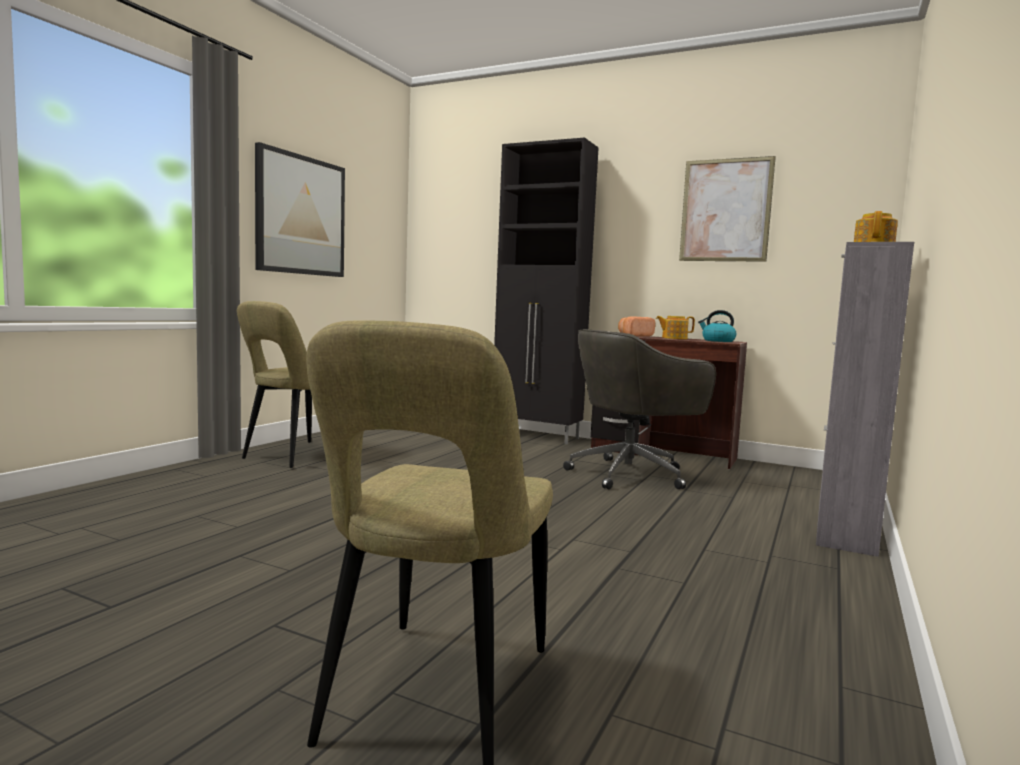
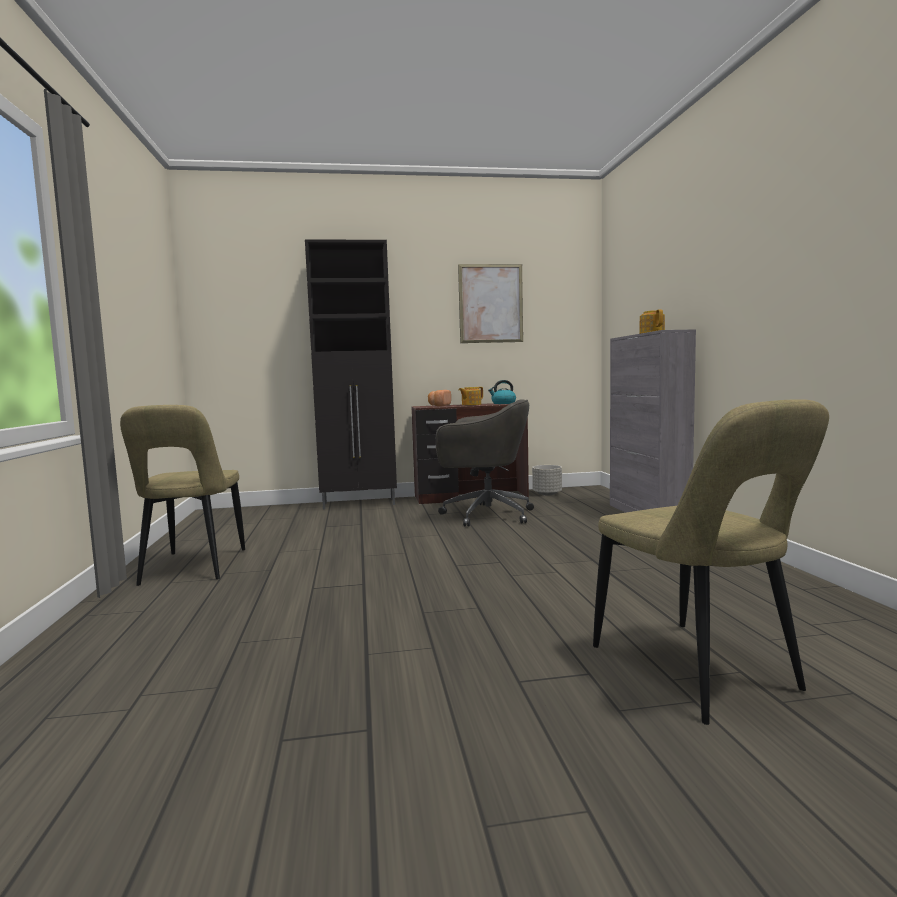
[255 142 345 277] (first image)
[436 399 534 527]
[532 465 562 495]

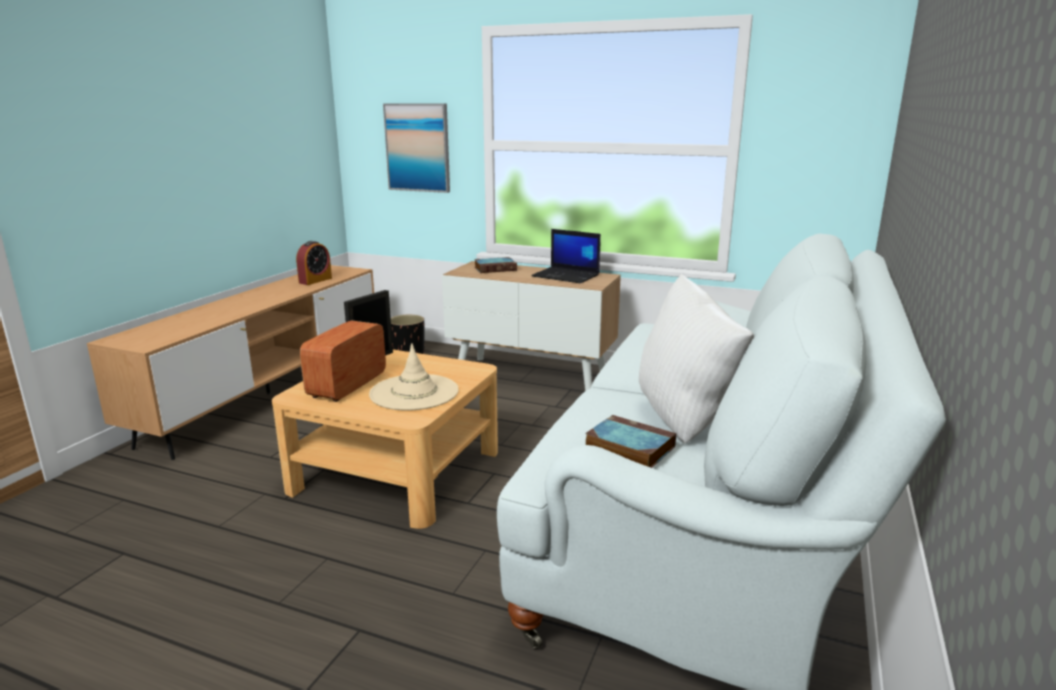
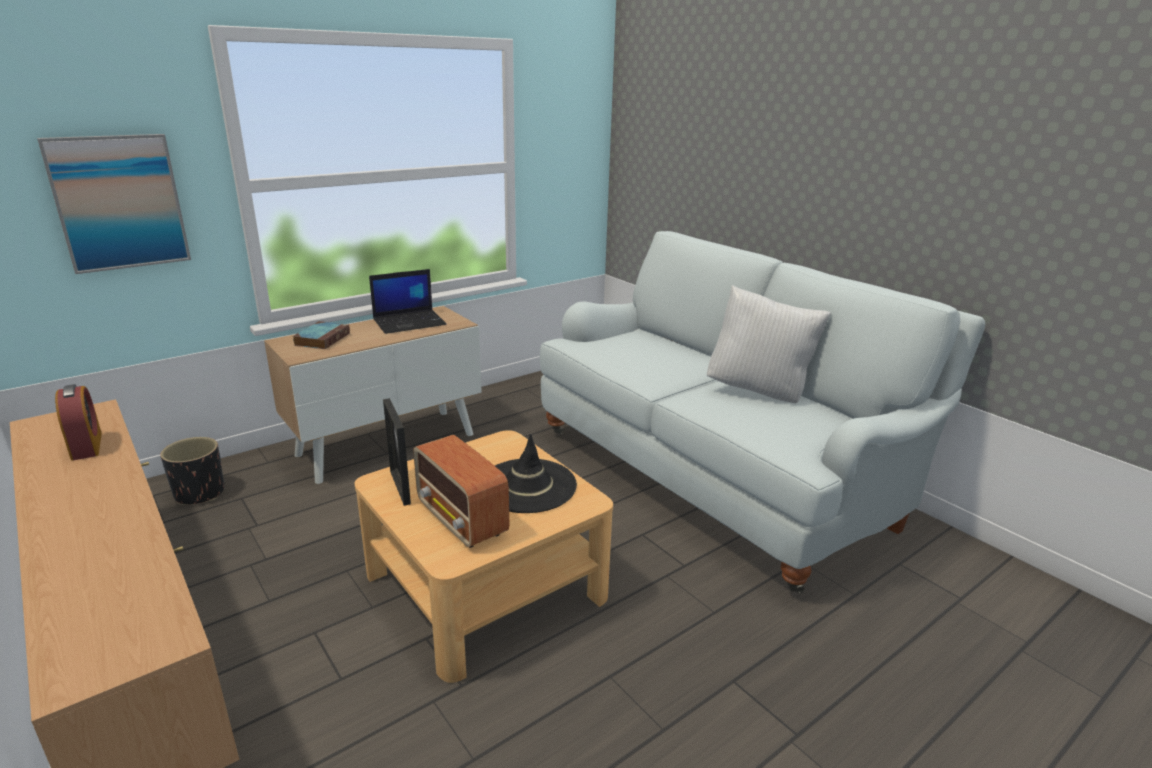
[495 434 577 513]
[585 415 676 468] (first image)

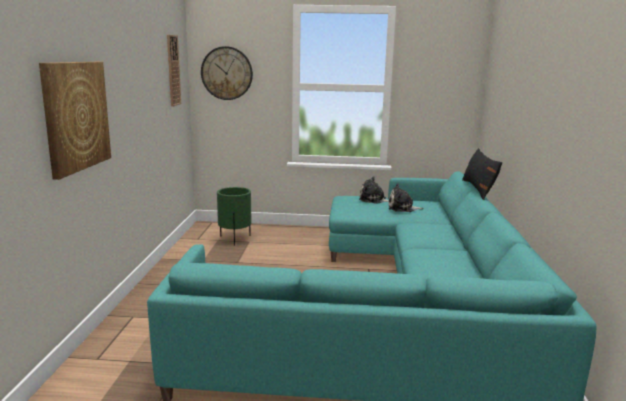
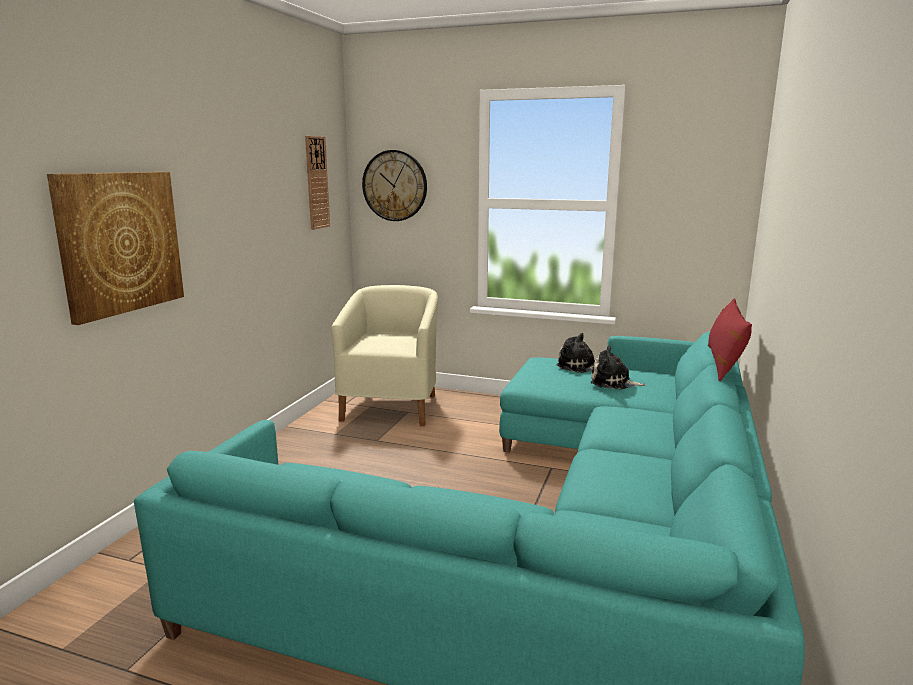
[331 285 438 426]
[708 298 752 381]

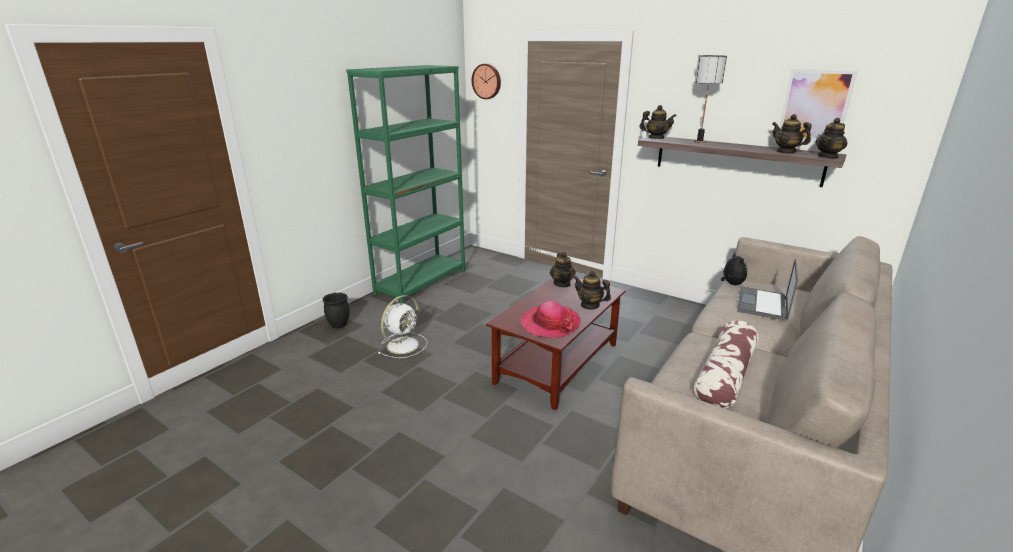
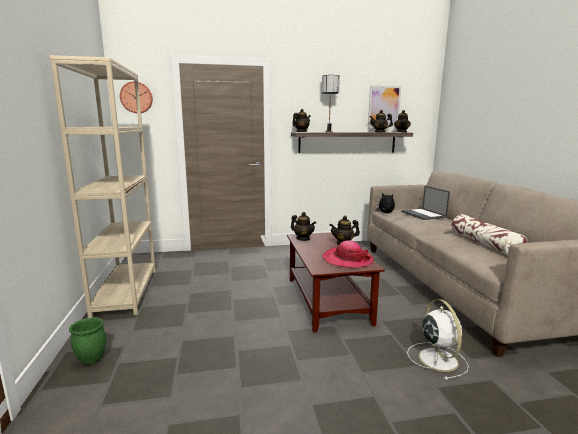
[69 317 106 365]
[49 55 156 318]
[407 299 469 380]

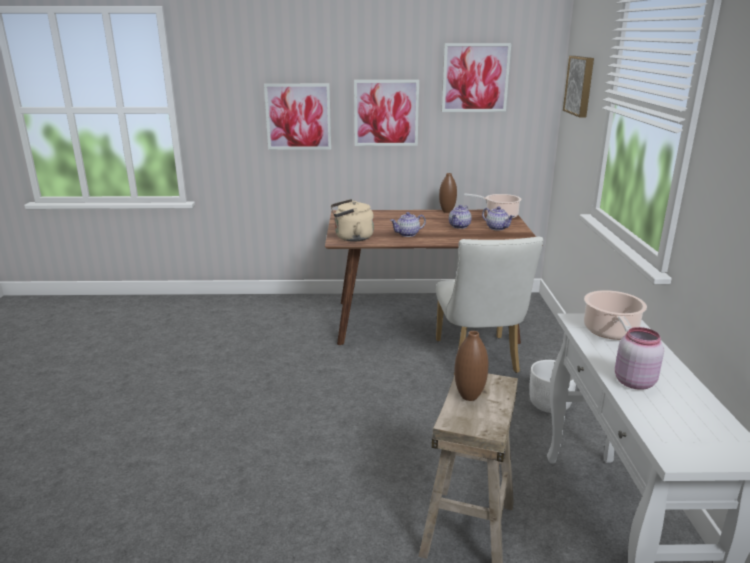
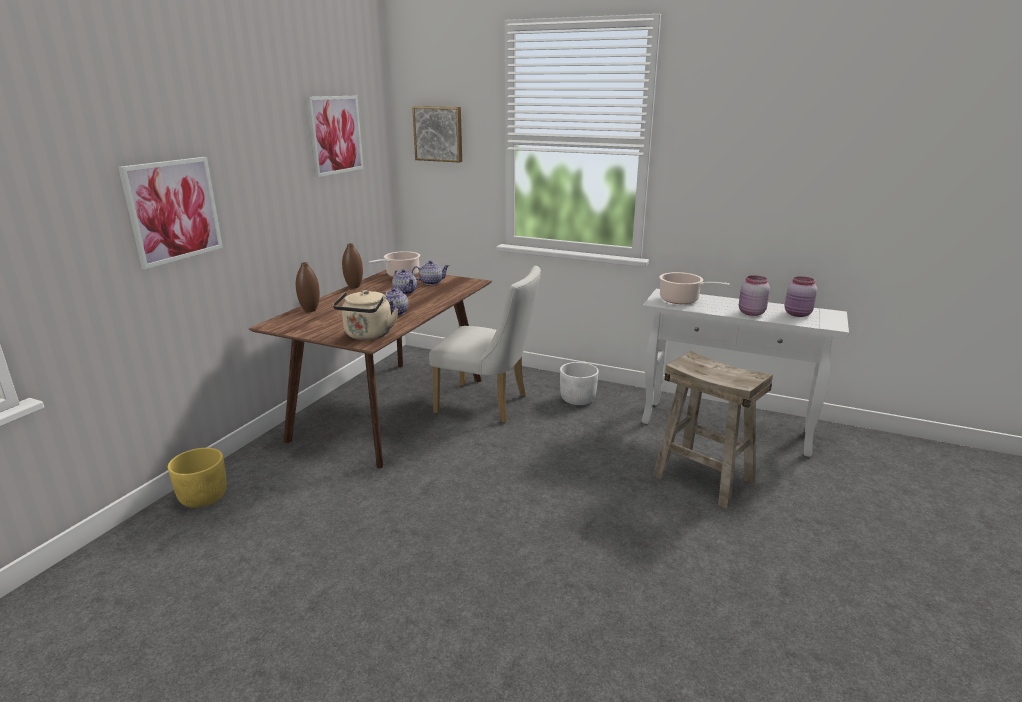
[354 80 419 146] (first image)
[296 262 320 312]
[168 448 227 508]
[785 276 817 317]

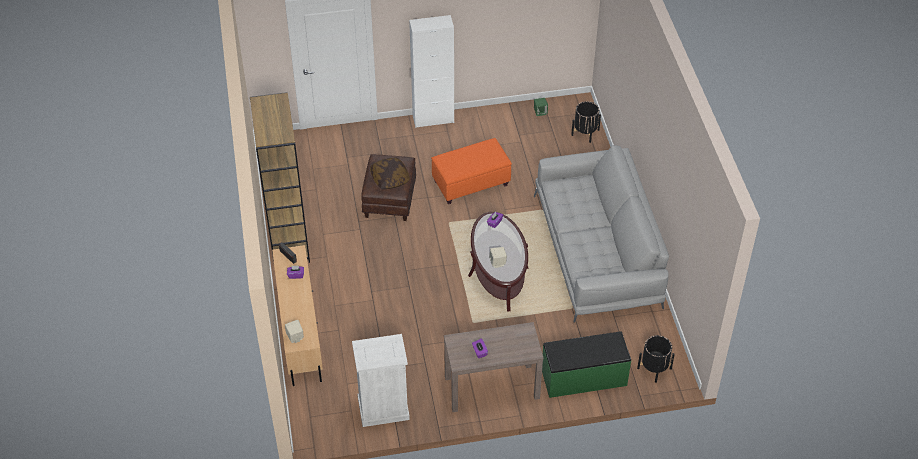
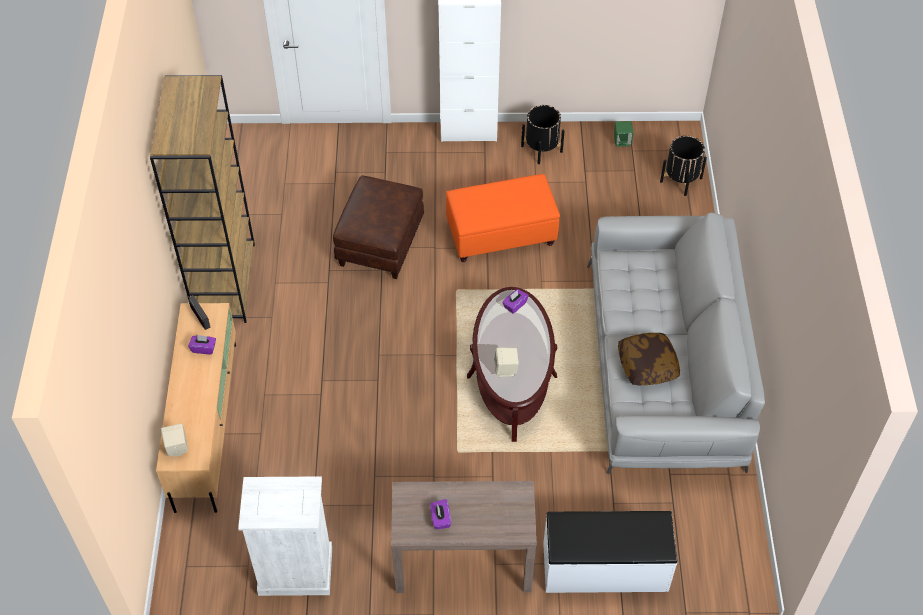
[618 333 680 385]
[543 511 677 593]
[521 105 565 164]

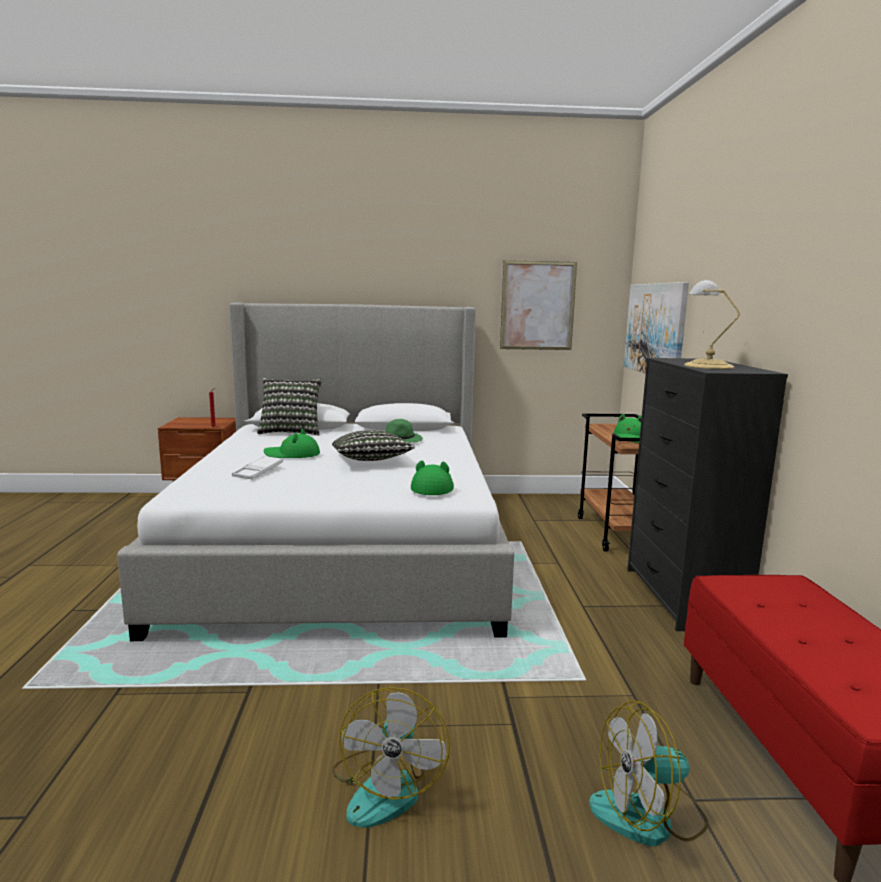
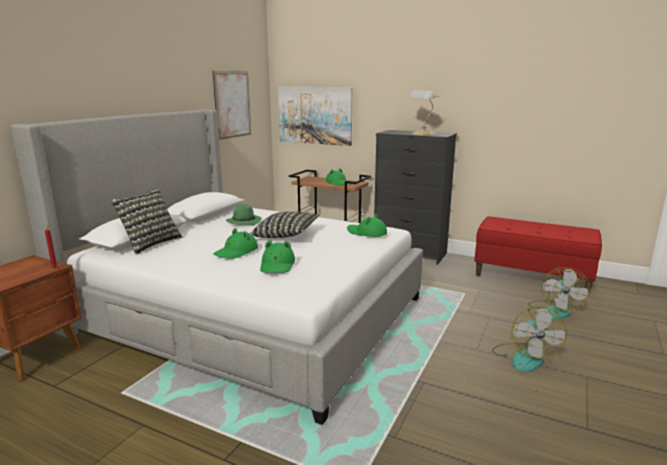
[260 240 295 273]
[492 307 567 372]

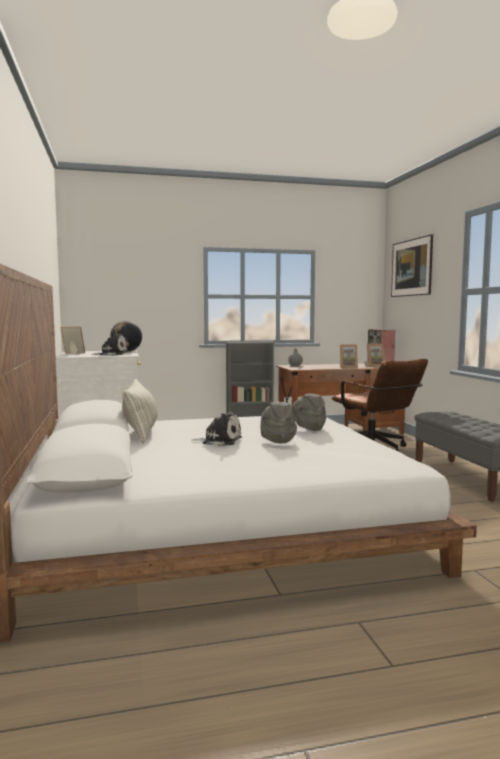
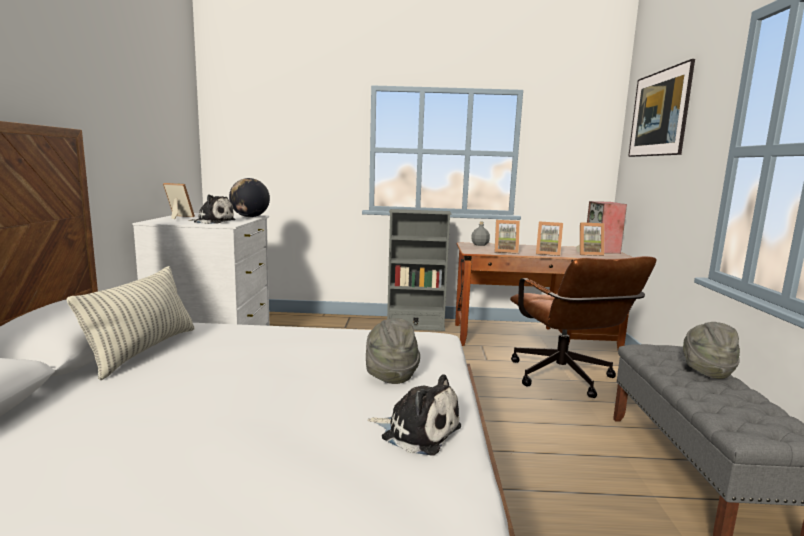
[368 374 461 455]
[683 322 740 379]
[495 220 520 254]

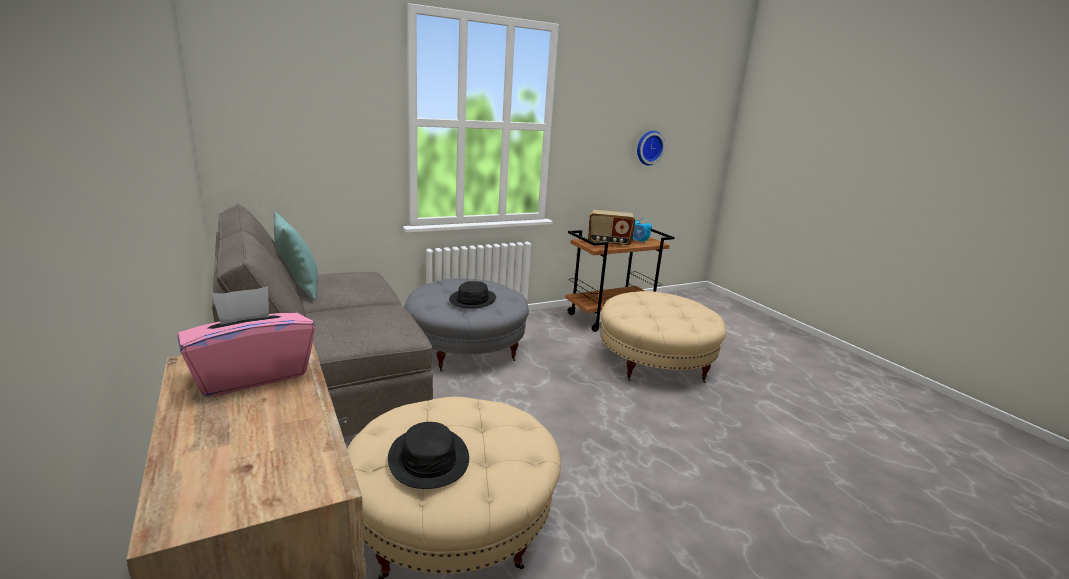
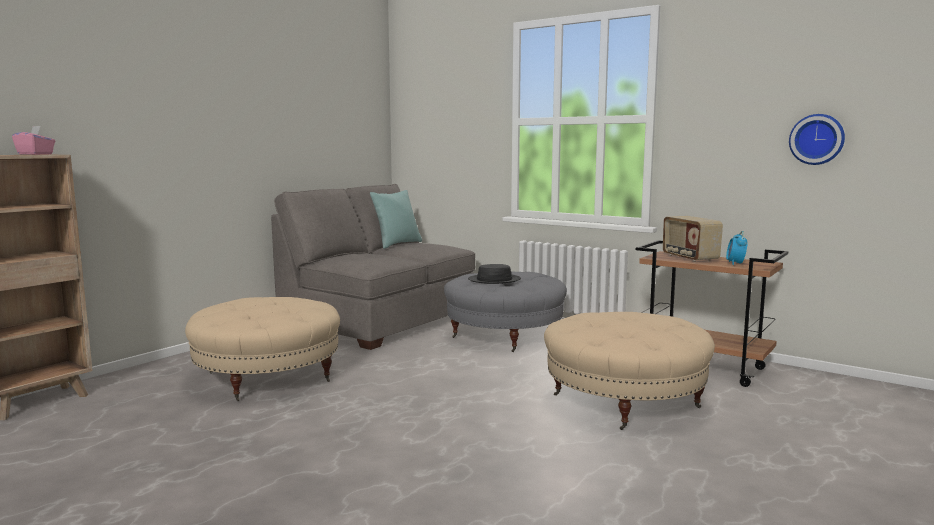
[388 422 469 489] (first image)

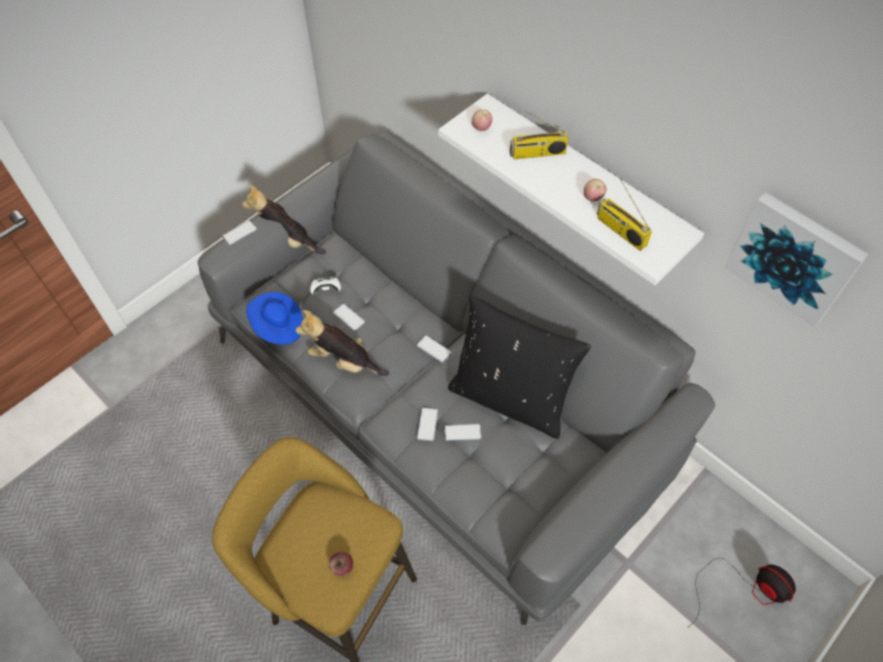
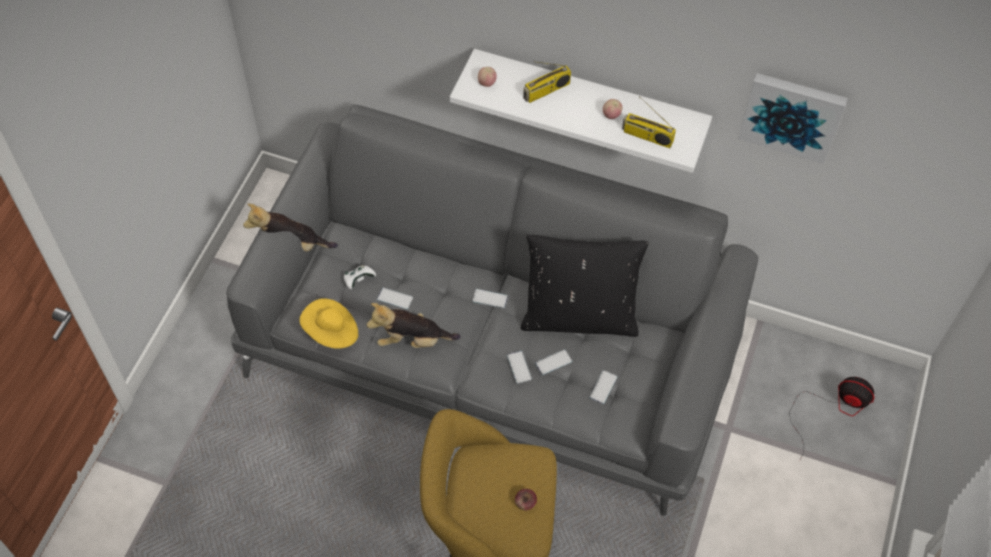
[589 370 617 404]
[299 298 358 349]

